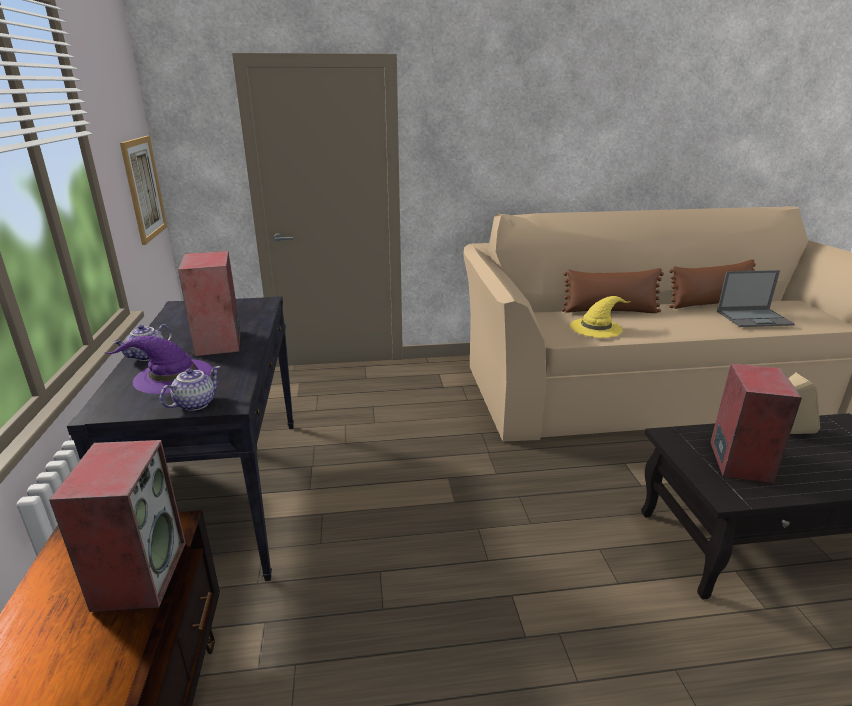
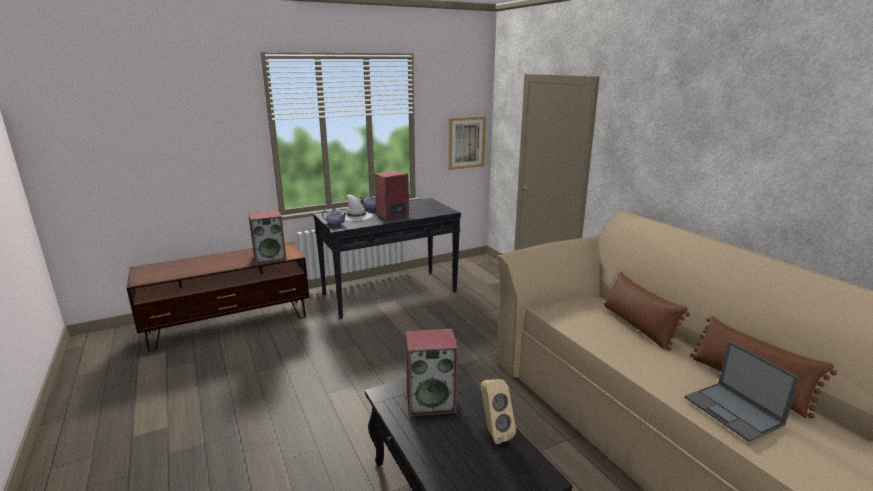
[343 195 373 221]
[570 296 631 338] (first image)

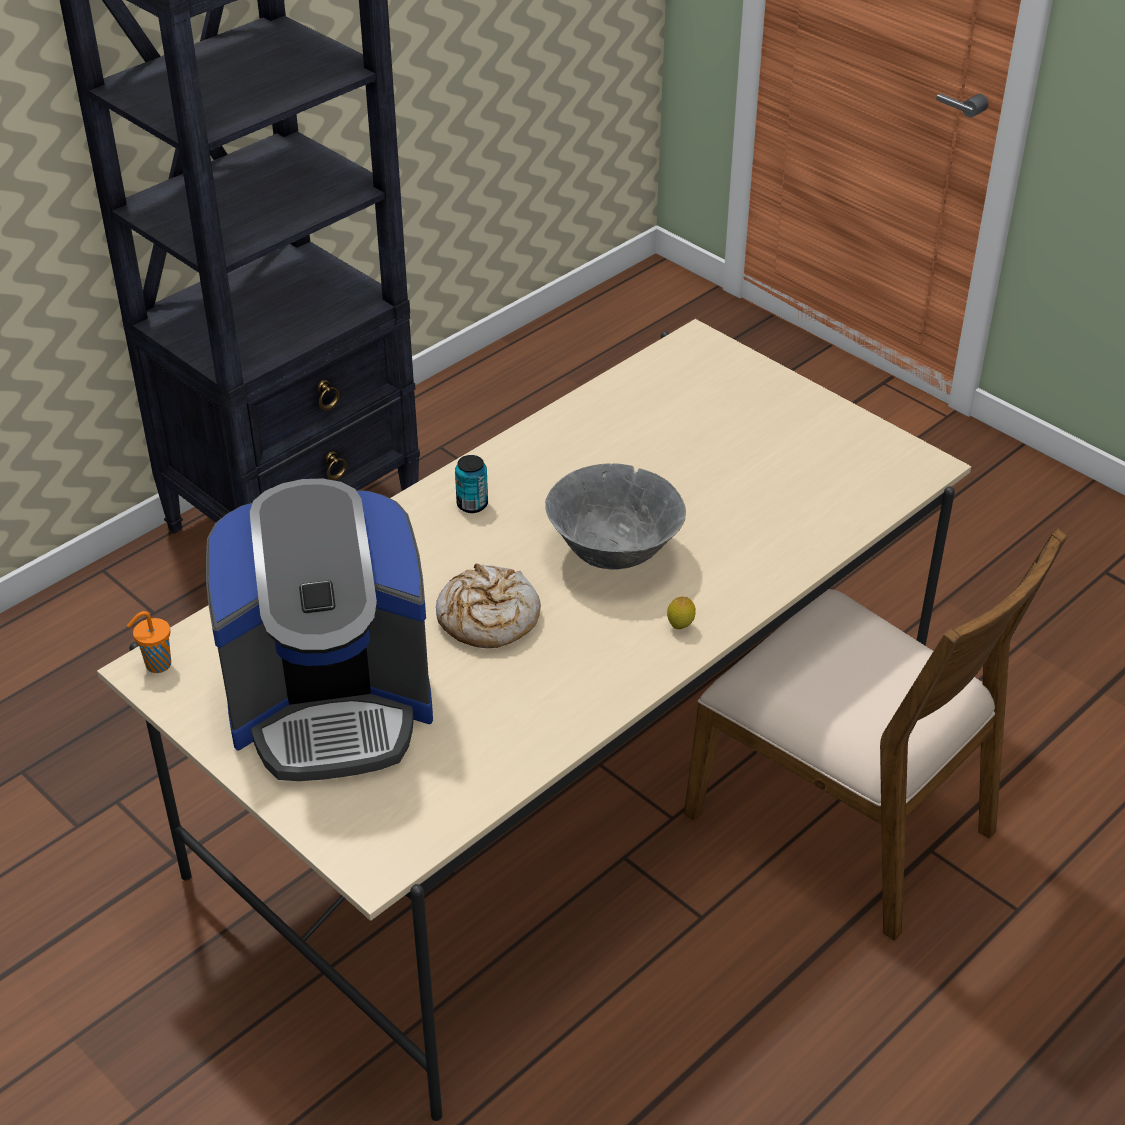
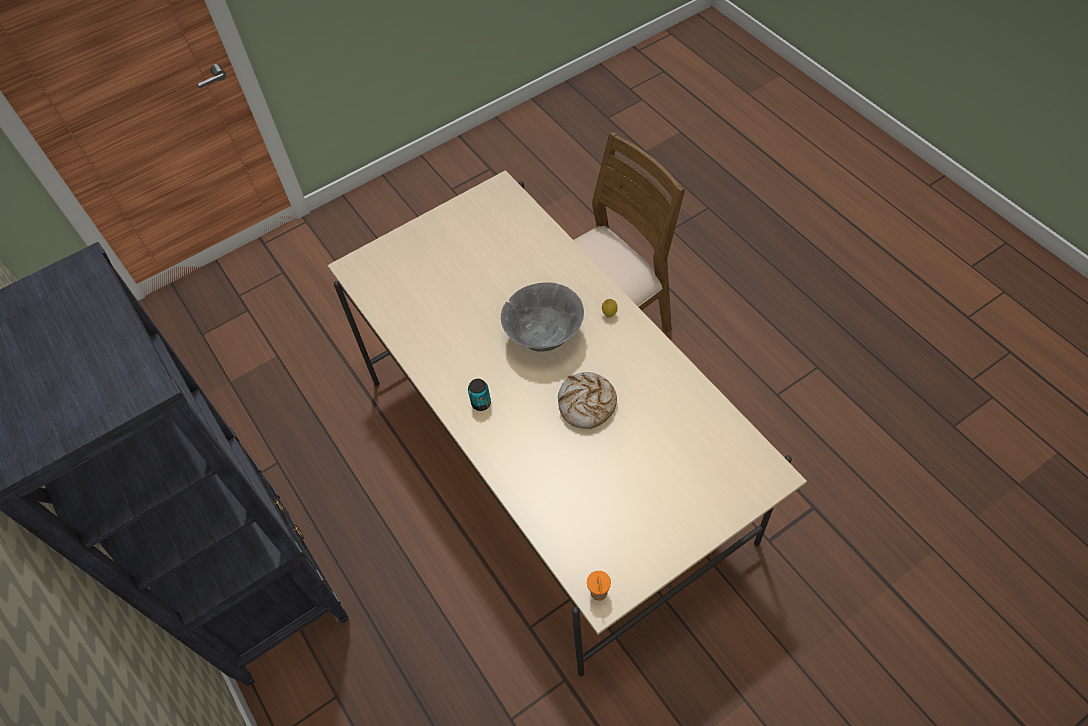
[206 479 433 781] (first image)

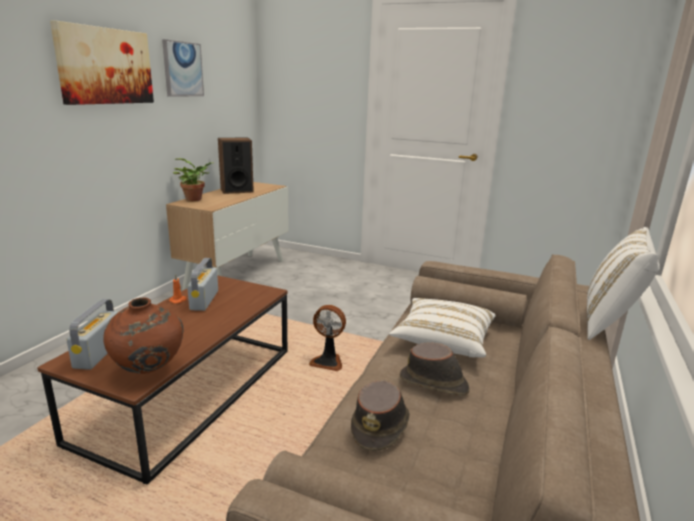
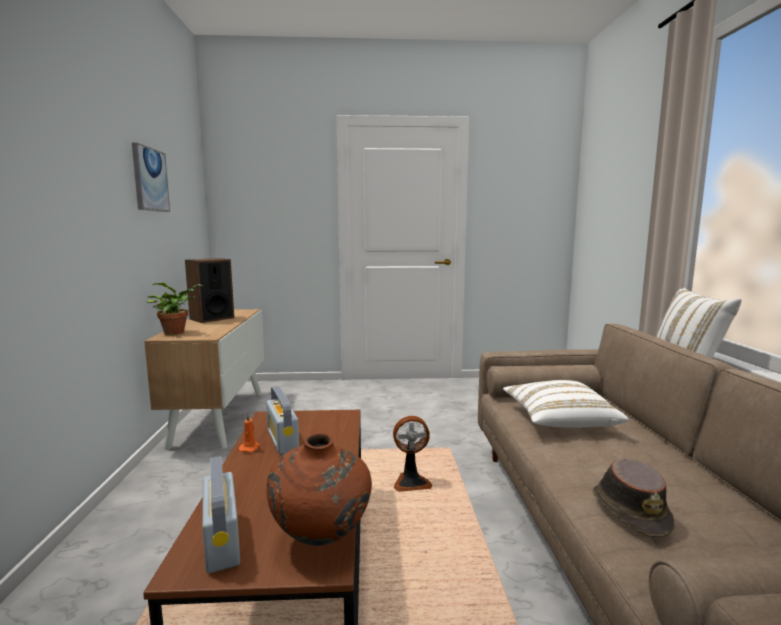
[50 21 154 105] (first image)
[400 342 470 396] (first image)

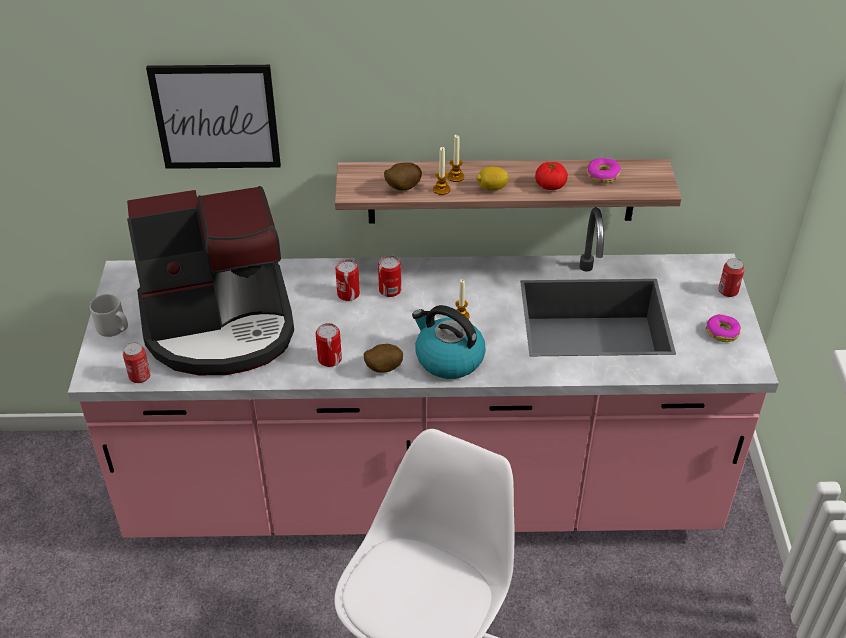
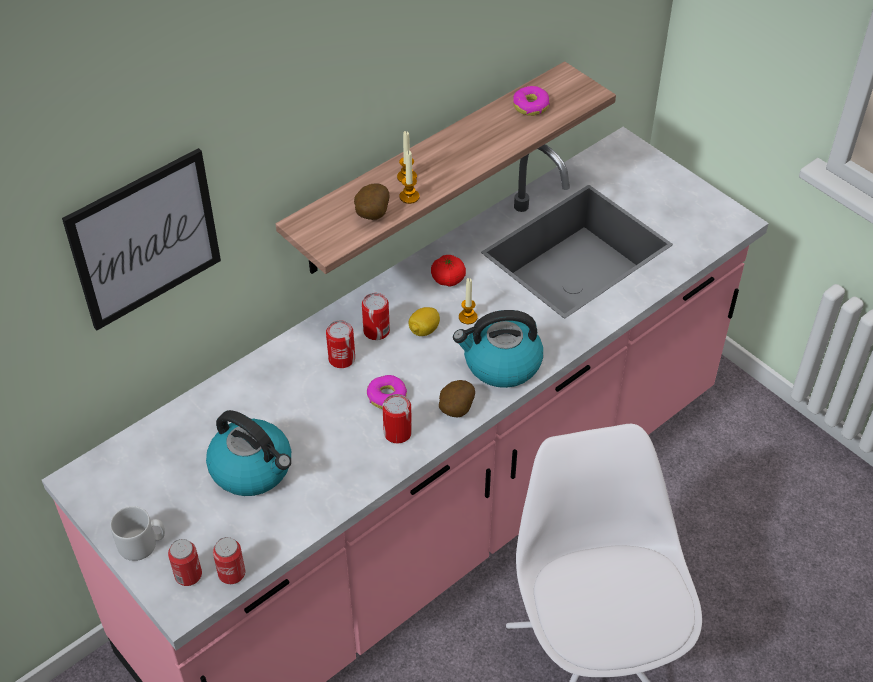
[206 410 291 496]
[409 307 440 336]
[431 255 466 287]
[367 375 407 409]
[168 539 202 586]

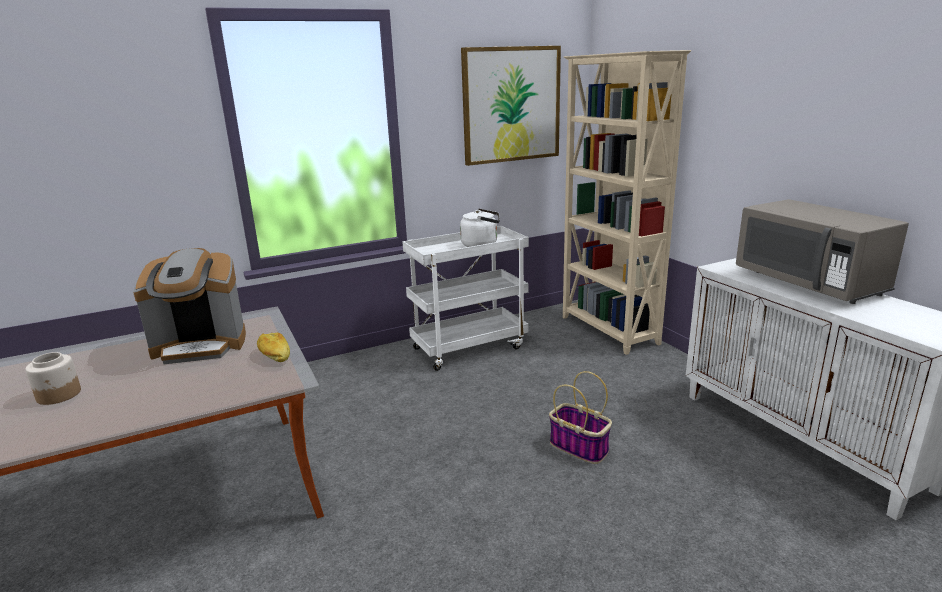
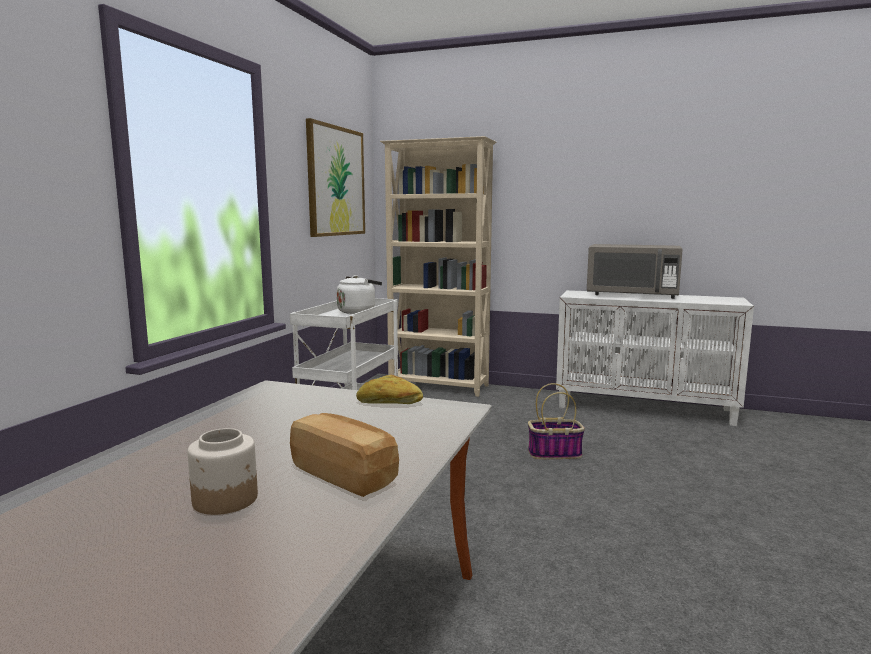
[133 248 246 365] (first image)
[290 413 399 497]

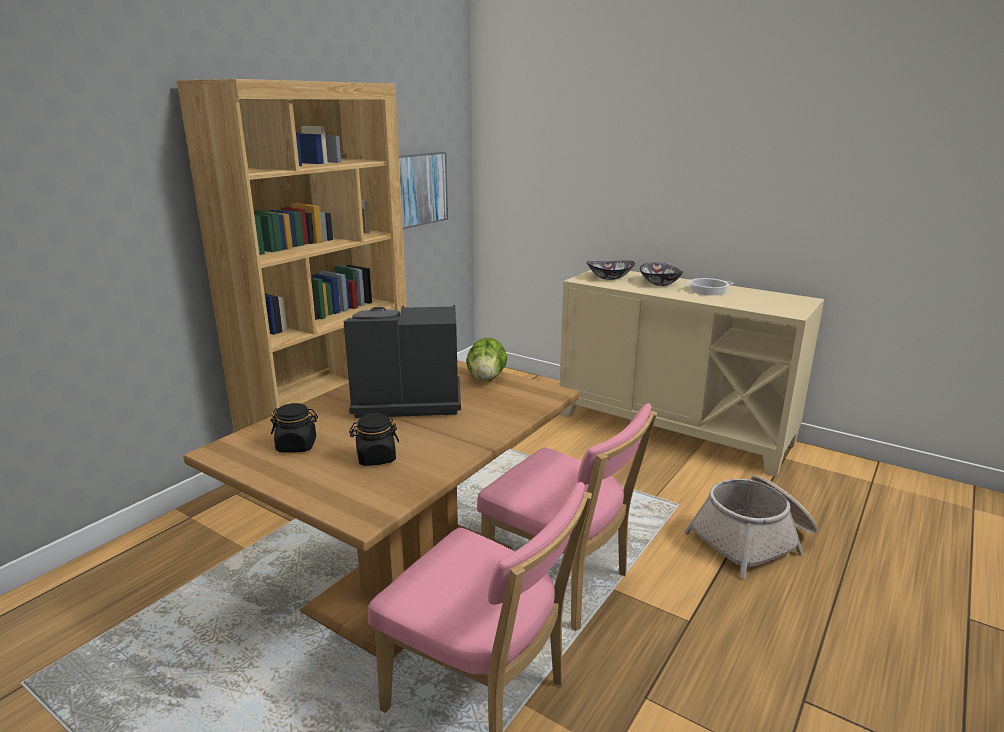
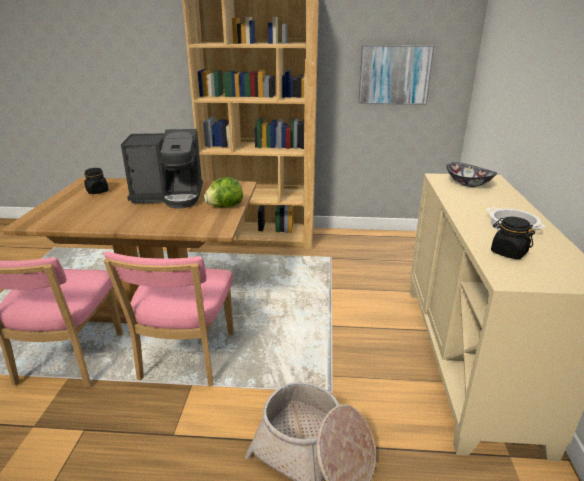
[121 129 203 209]
[491 217 535 259]
[640 262 683 286] (first image)

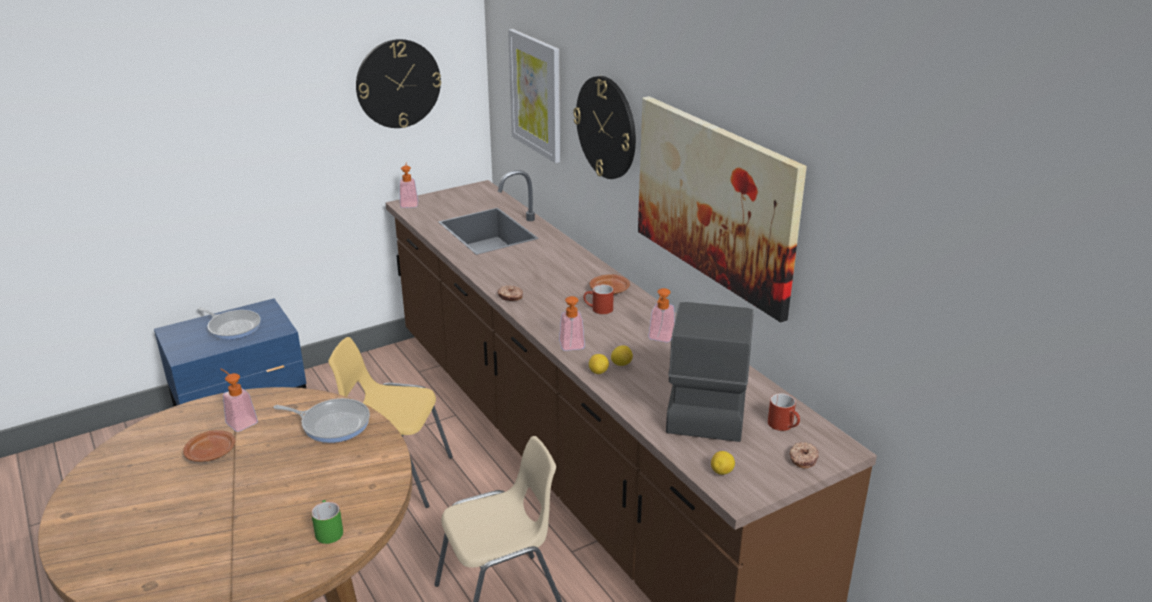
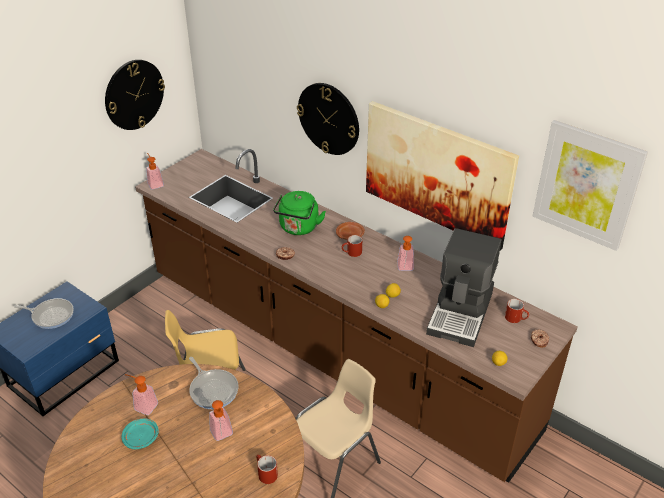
[122 419 159 449]
[189 357 239 409]
[256 455 278 484]
[533 120 648 251]
[209 400 233 441]
[426 228 502 347]
[273 191 326 235]

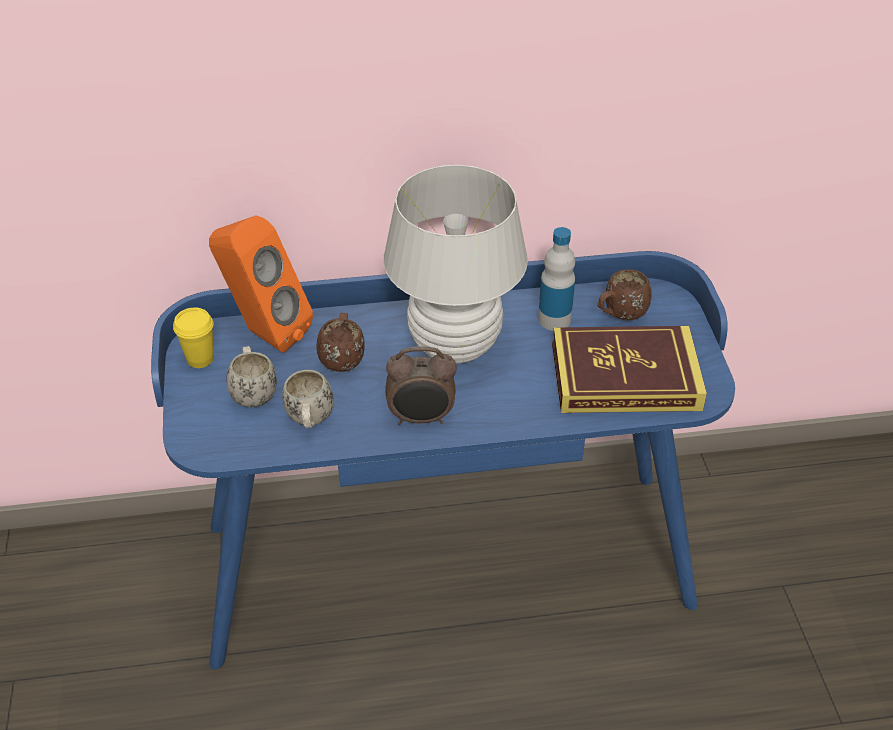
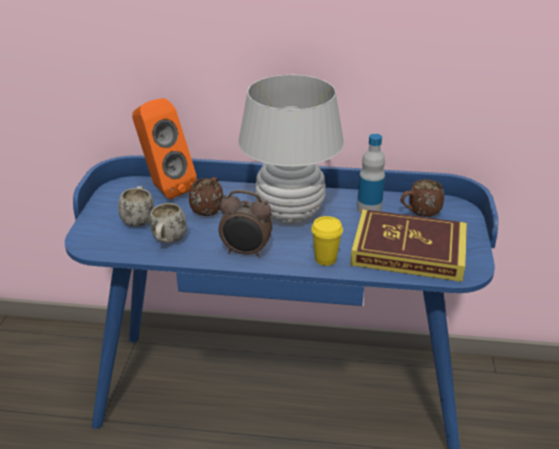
[311 216 343 266]

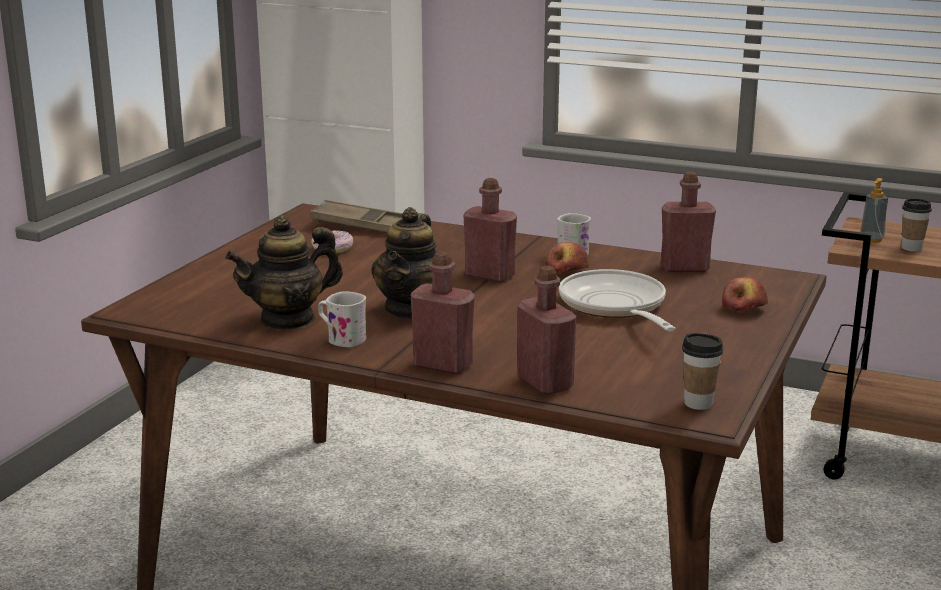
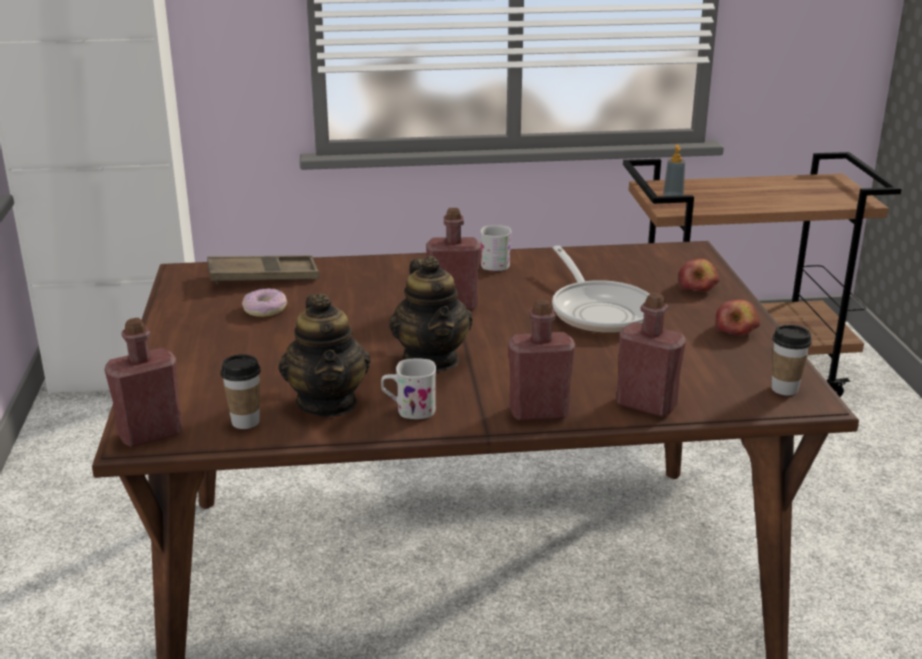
[278 293 370 417]
[715 300 760 336]
[552 246 649 333]
[104 318 183 447]
[221 354 261 429]

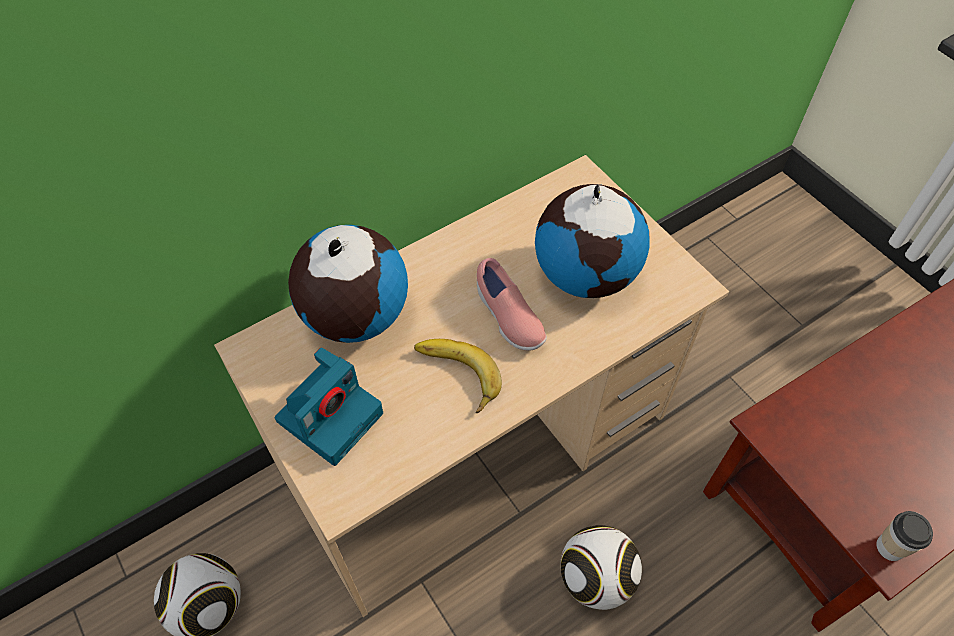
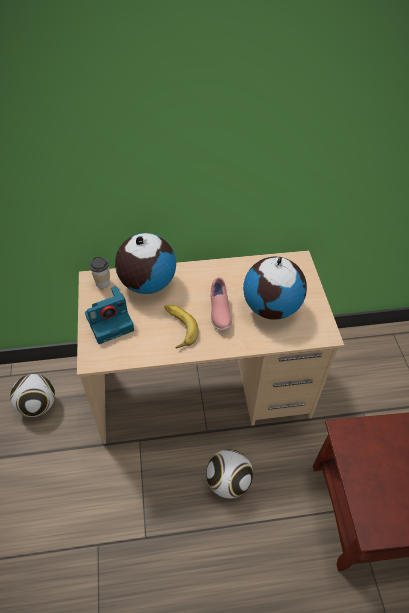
[89 257 110 288]

